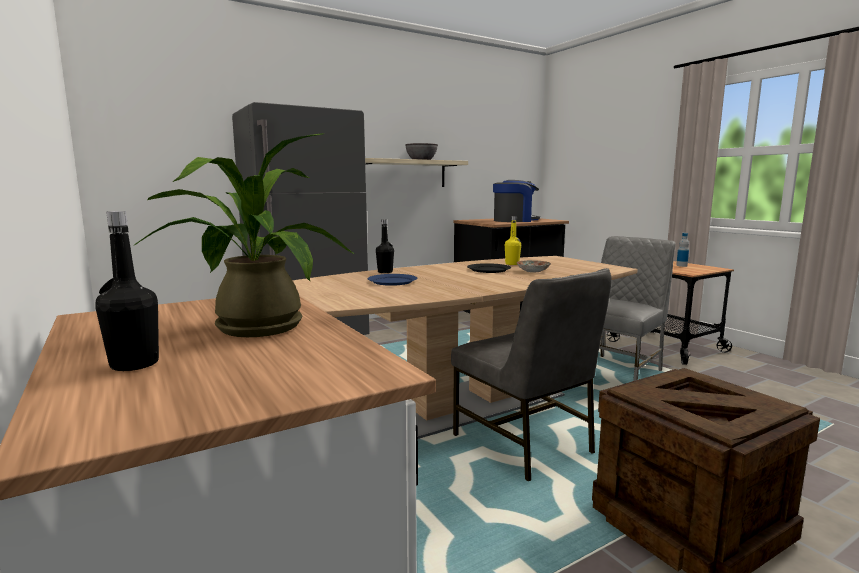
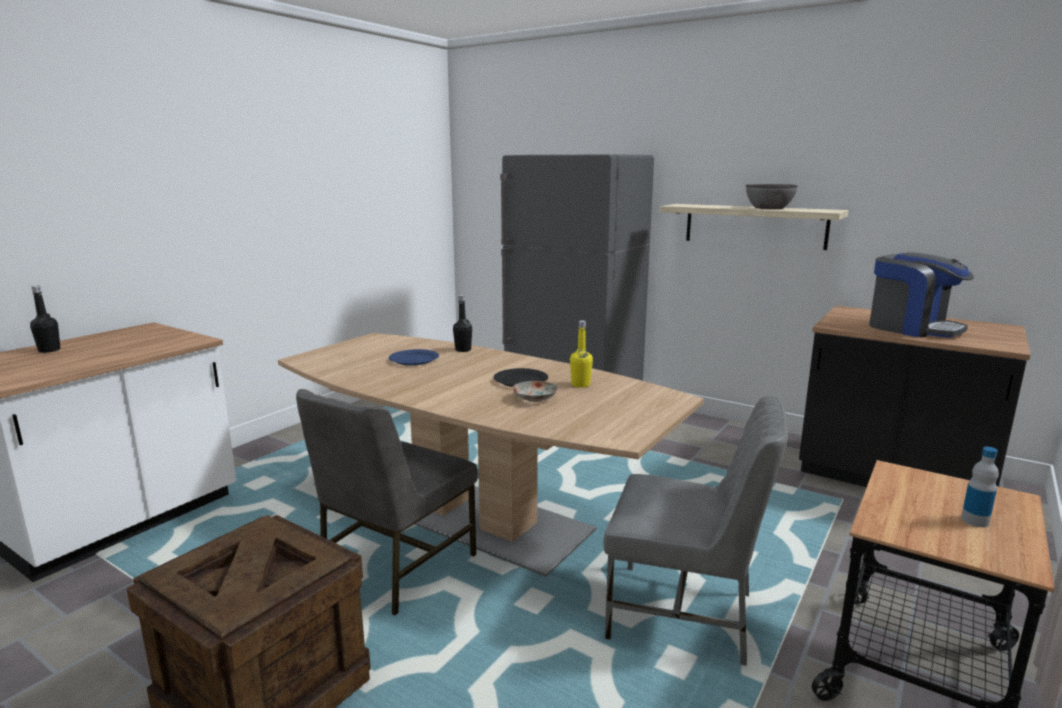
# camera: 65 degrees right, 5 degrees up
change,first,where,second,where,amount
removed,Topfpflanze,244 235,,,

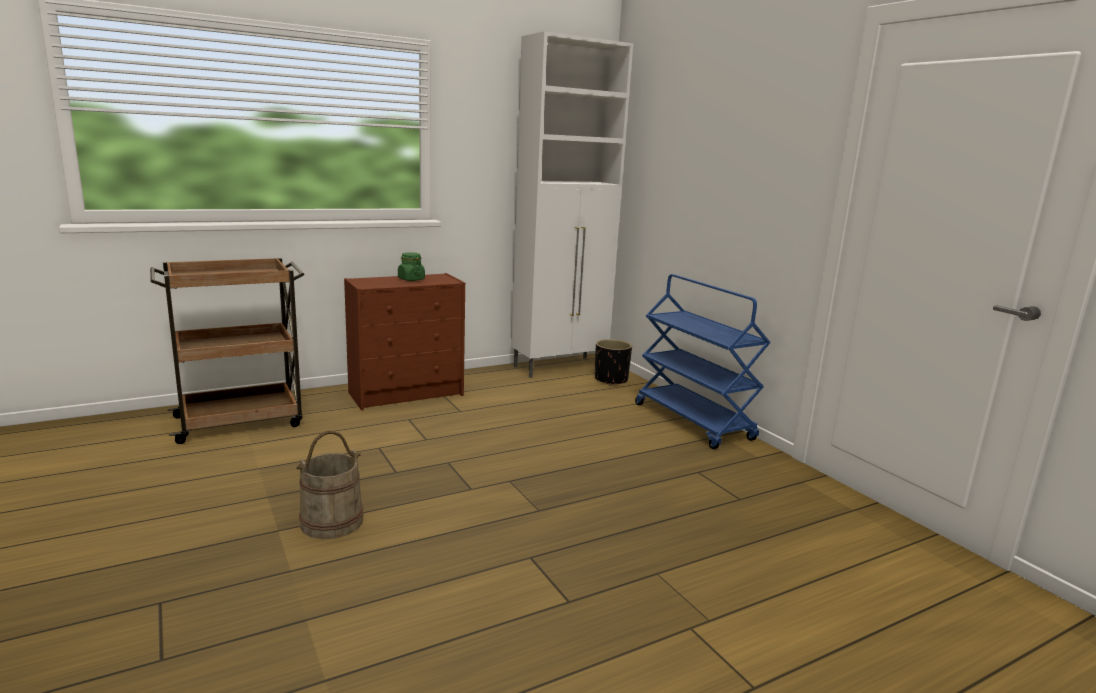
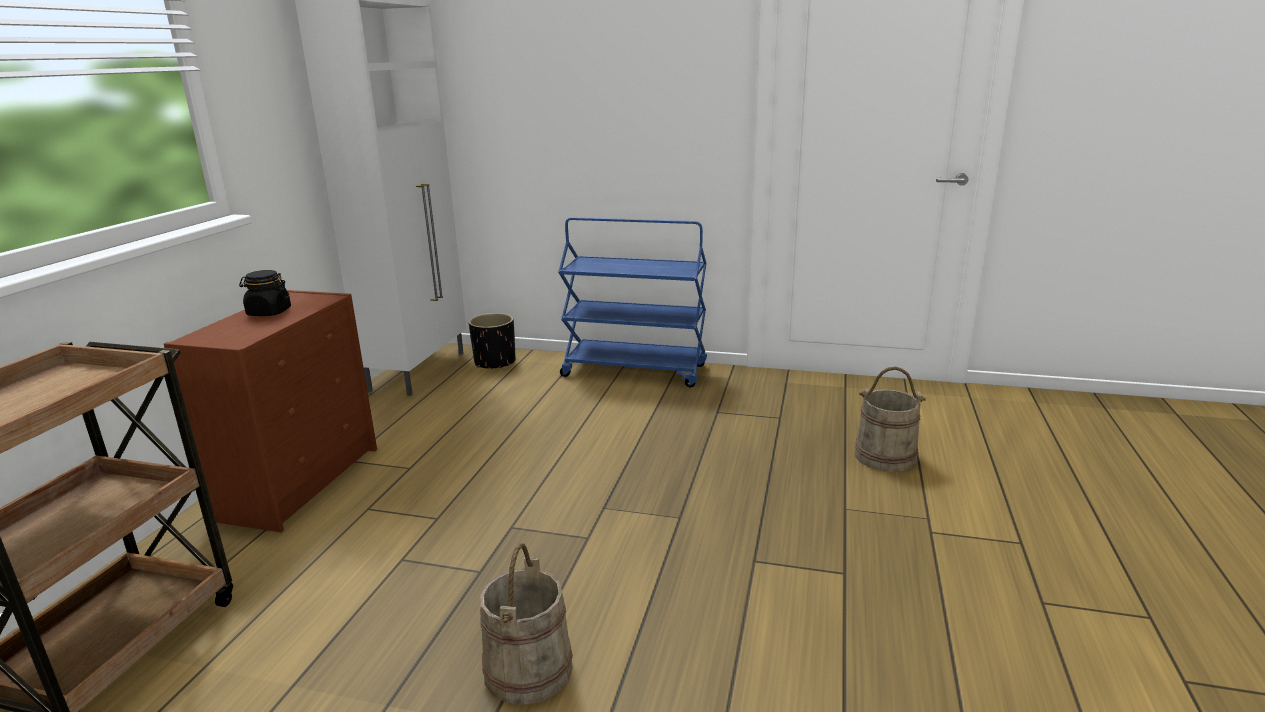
# camera: 45 degrees left, 5 degrees up
change,first,where,second,where,amount
recoloured,Vorratsglas (grün),411 266,Vorratsglas (schwarz),265 293,
added,,,Eimer (beige),891 419,

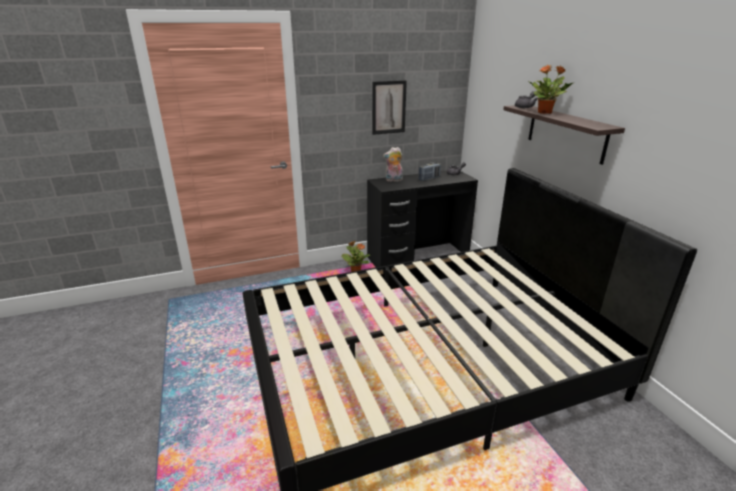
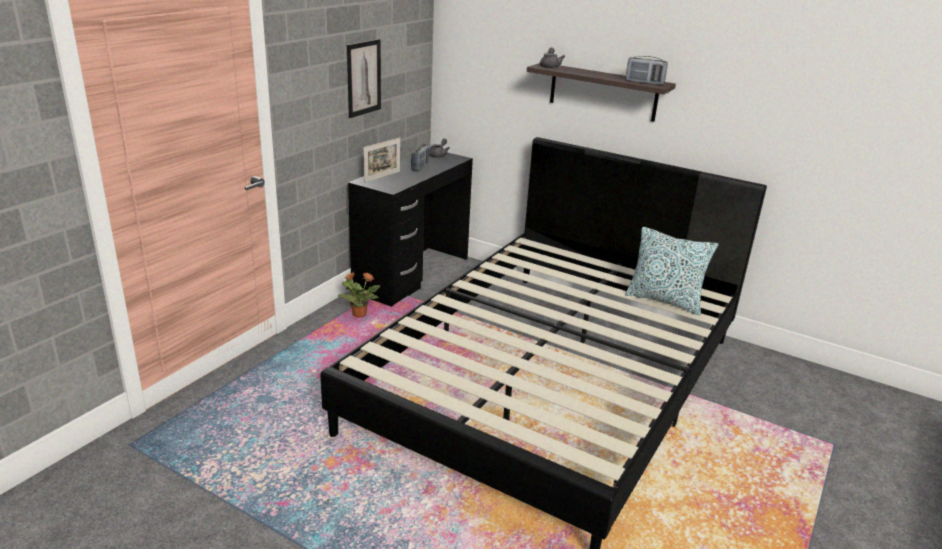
# camera: 40 degrees left, 0 degrees up
change,first,where,second,where,amount
replaced,Plüschtier,393 164,Bilderrahmen,381 160,
removed,Topfpflanze,550 89,,,
added,,,Radio,646 70,
added,,,Kissen,672 271,

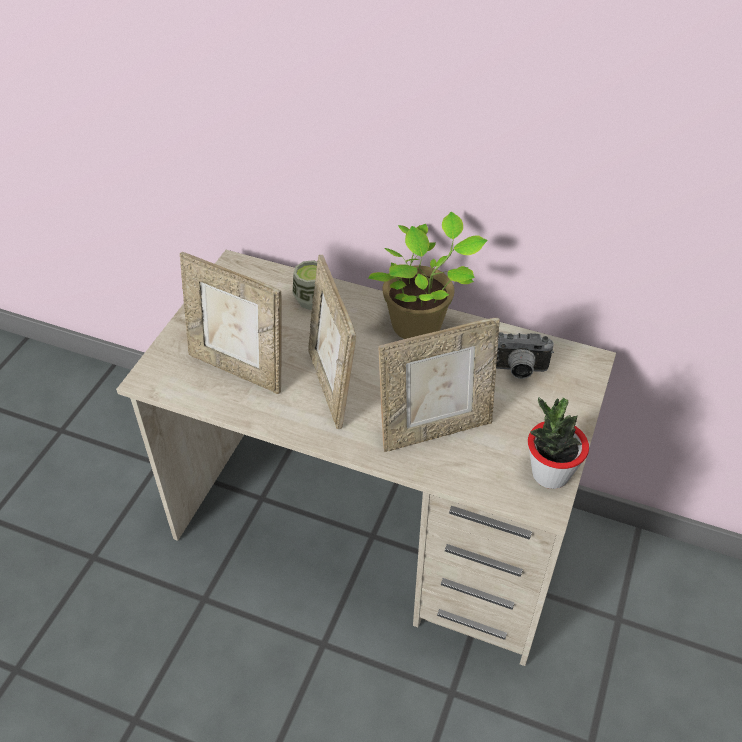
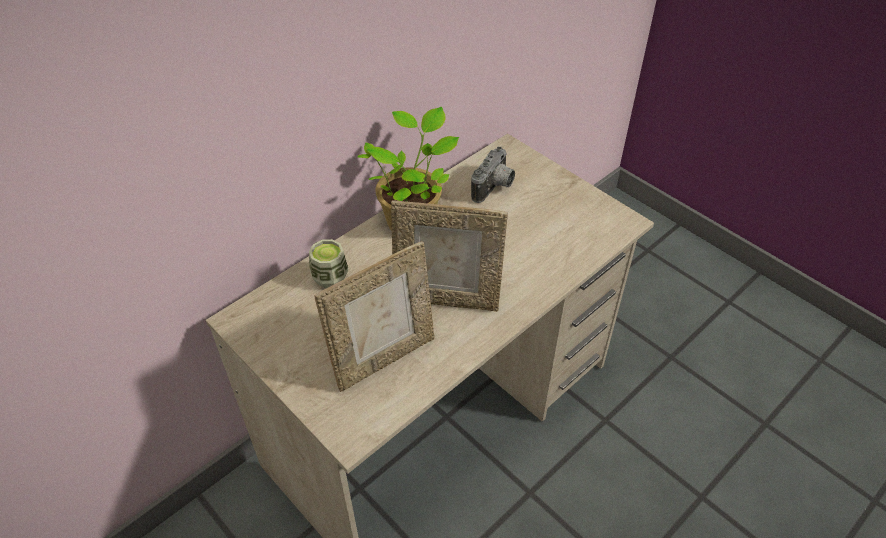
# camera: 65 degrees left, 0 degrees up
change,first,where,second,where,amount
removed,Bilderrahmen,439 385,,,
removed,Topfpflanze,558 443,,,

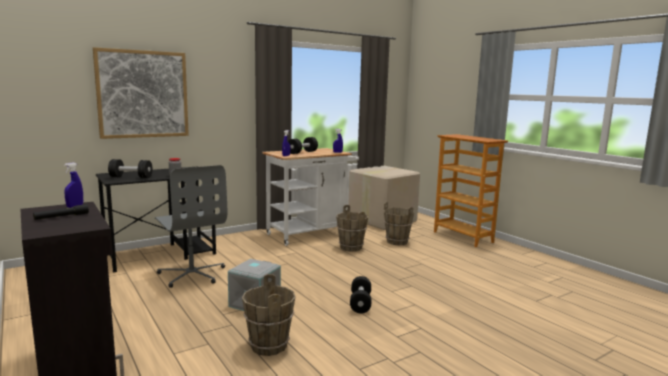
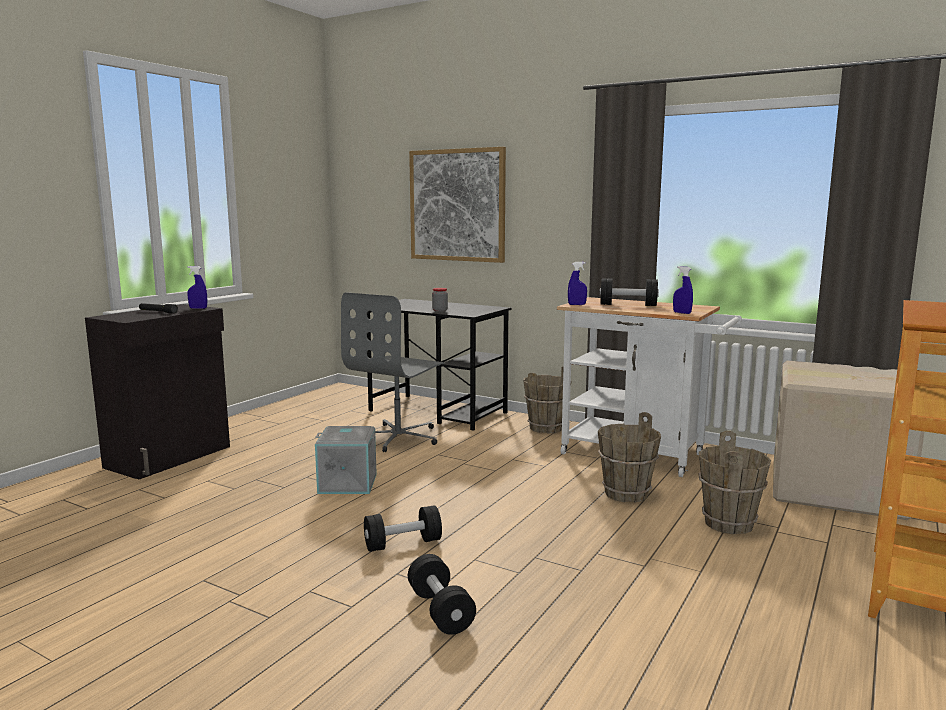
# camera: 65 degrees right, 0 degrees up
change,first,where,second,where,amount
moved,Hantel (schwarz),130 168,,442 594,
moved,Eimer (braun),268 315,,547 400,

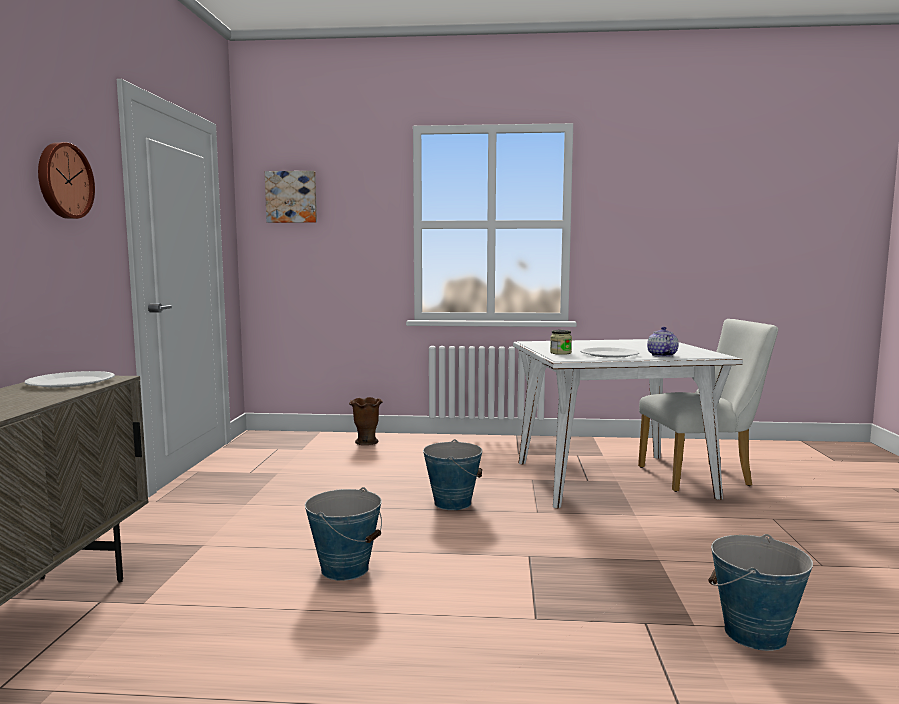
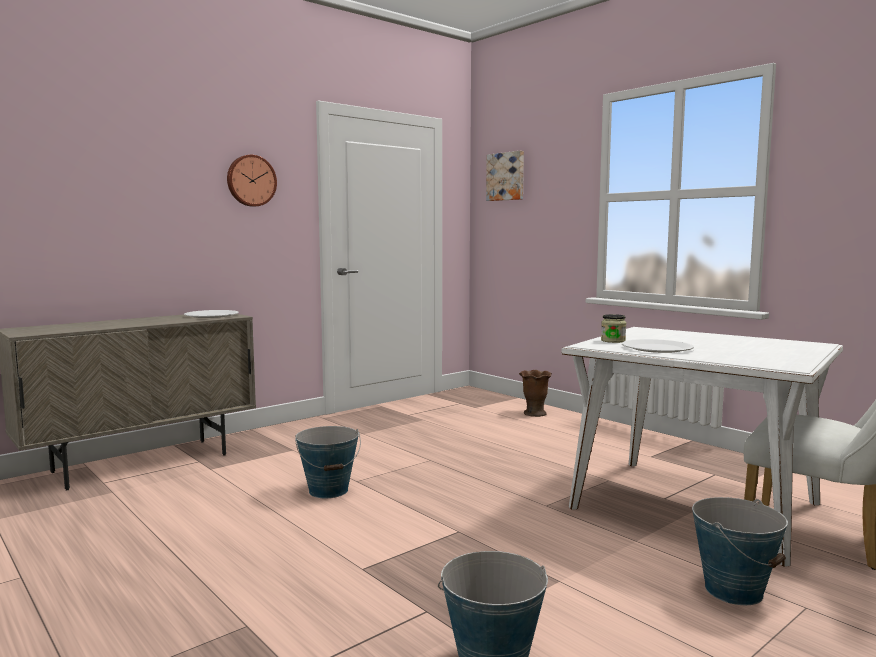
# camera: 45 degrees right, 0 degrees up
change,first,where,second,where,amount
moved,Eimer,453 474,,740 551,
removed,Teekanne,662 342,,,

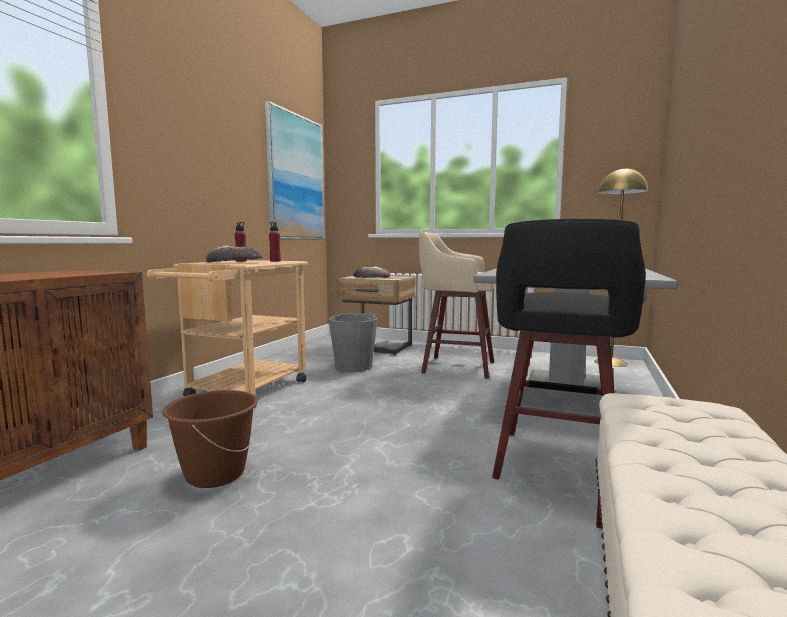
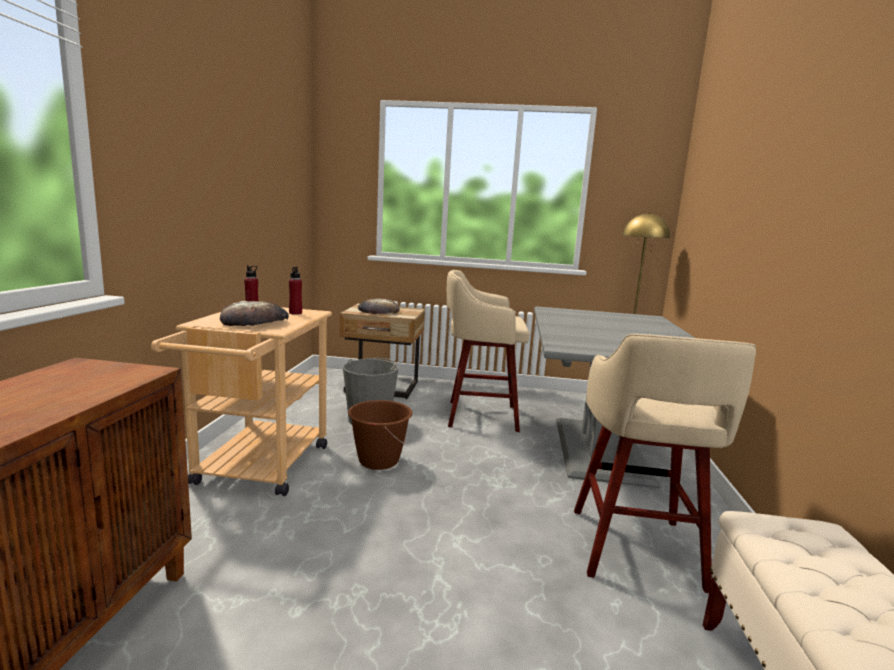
# camera: 15 degrees left, 5 degrees up
change,first,where,second,where,amount
moved,Eimer (braun),210 439,,380 435,
removed,Bild,295 170,,,
recoloured,Hocker (schwarz),569 349,Hocker (beige),665 463,

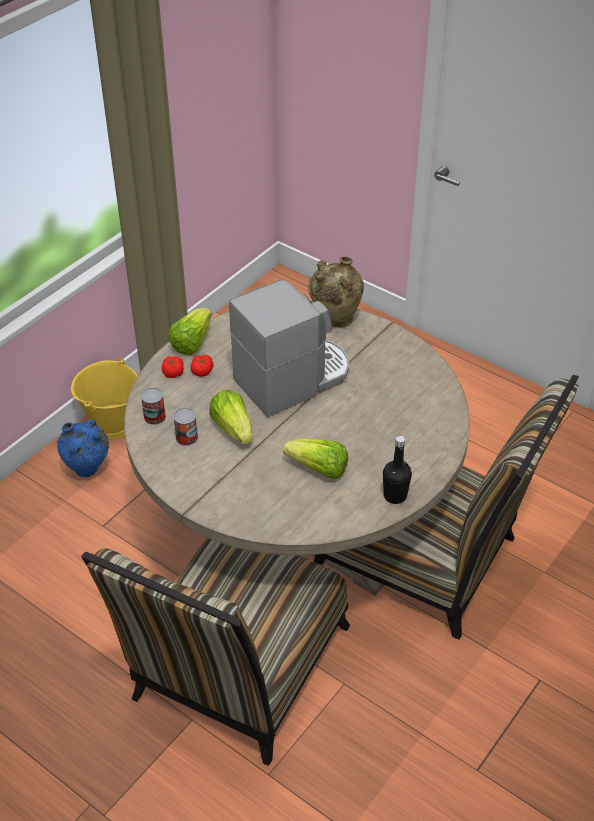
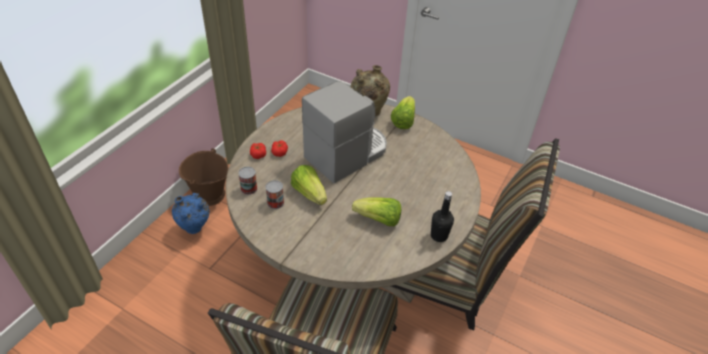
# camera: 10 degrees left, 0 degrees up
change,first,where,second,where,amount
recoloured,Eimer (gelb),104 399,Eimer (braun),204 177,
moved,Salatkopf,190 331,,403 112,

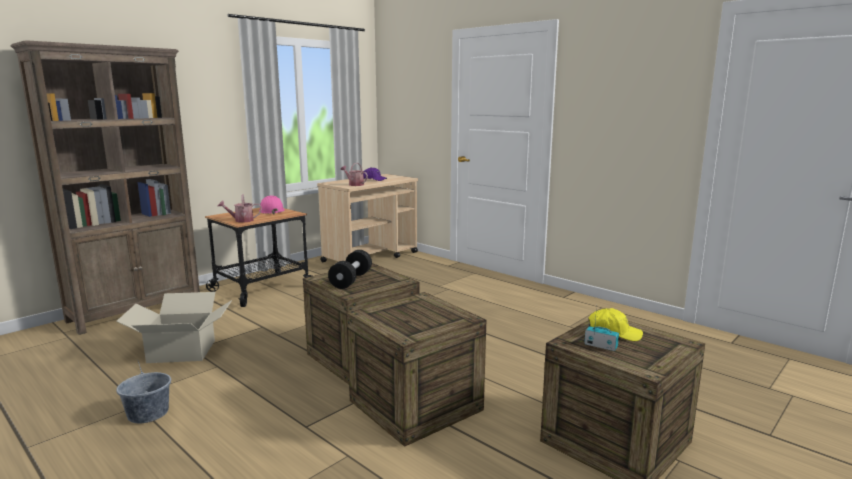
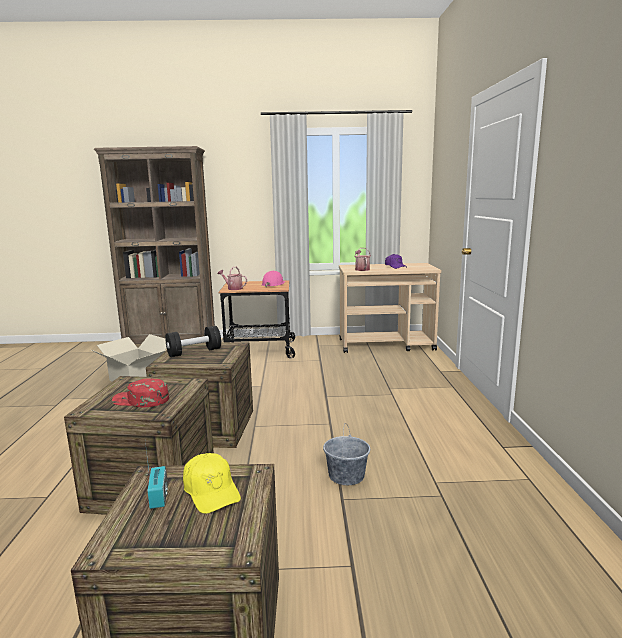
# camera: 45 degrees right, 0 degrees up
change,first,where,second,where,amount
moved,Eimer (grau),143 392,,346 454,
added,,,Kappe (rot),140 393,

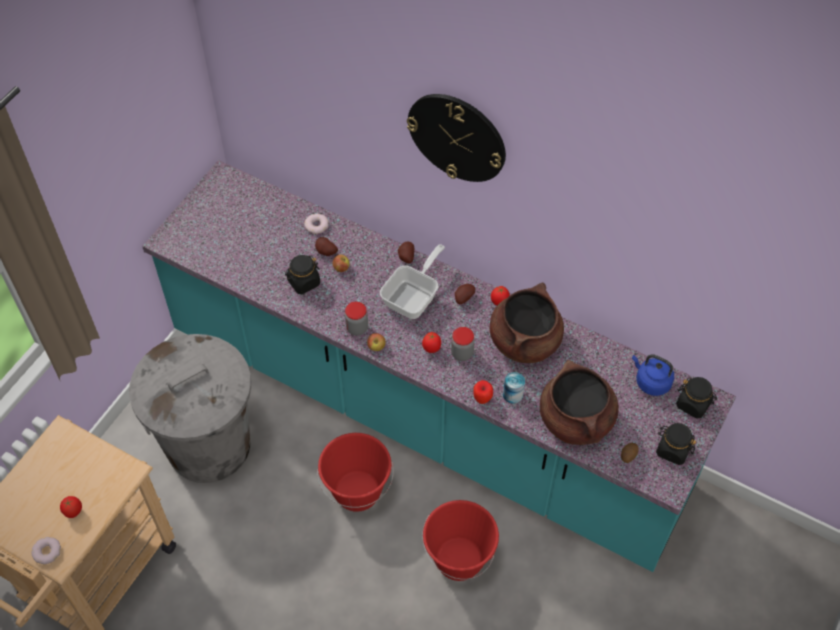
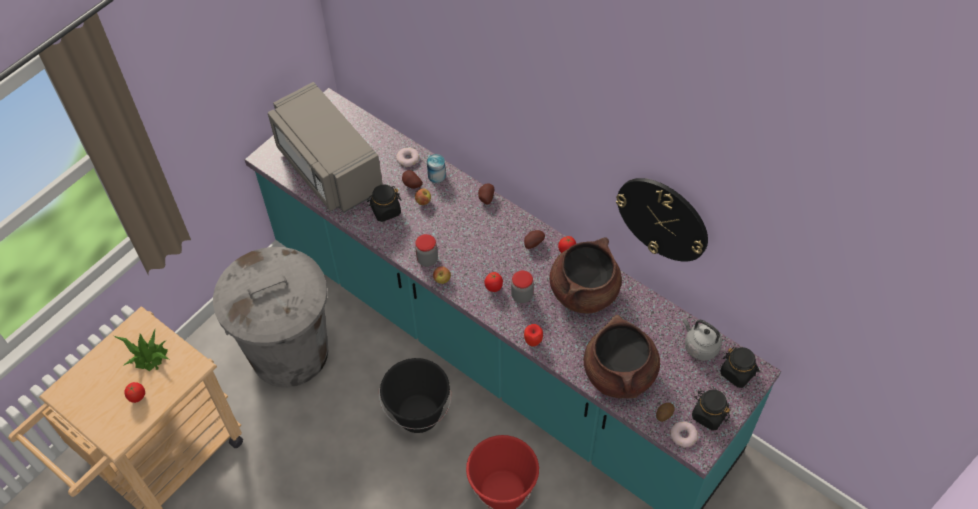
# camera: 10 degrees right, 0 degrees up
change,first,where,second,where,amount
moved,Donut,46 551,,684 434,
recoloured,Eimer (rot),355 472,Eimer (schwarz),415 395,
removed,Pfanne,412 282,,,
moved,Wanduhr,456 138,,662 220,
moved,Dose,514 388,,436 168,
recoloured,Wasserkessel (blau),653 375,Wasserkessel (grau),702 339,
added,,,Topfpflanze,141 350,
added,,,Mikrowelle (grau),325 147,

